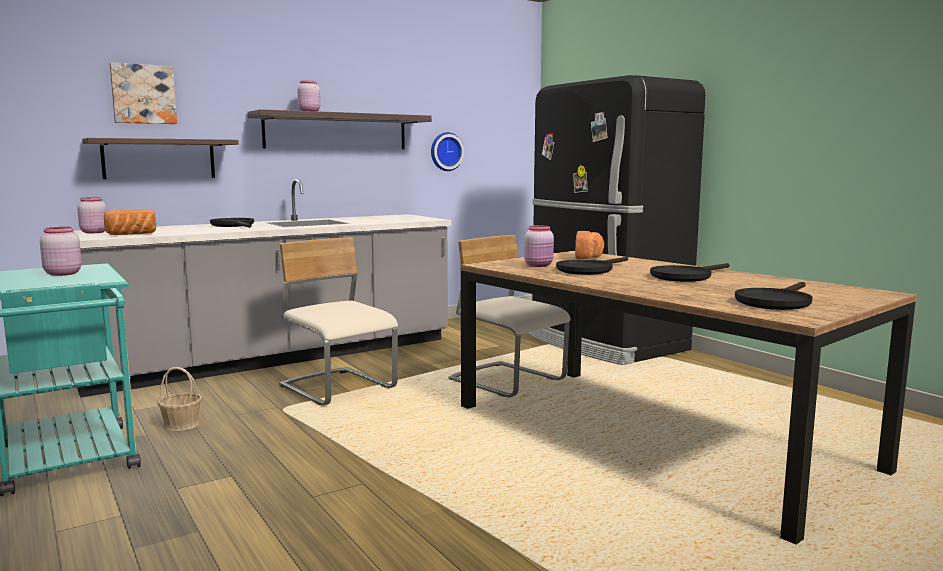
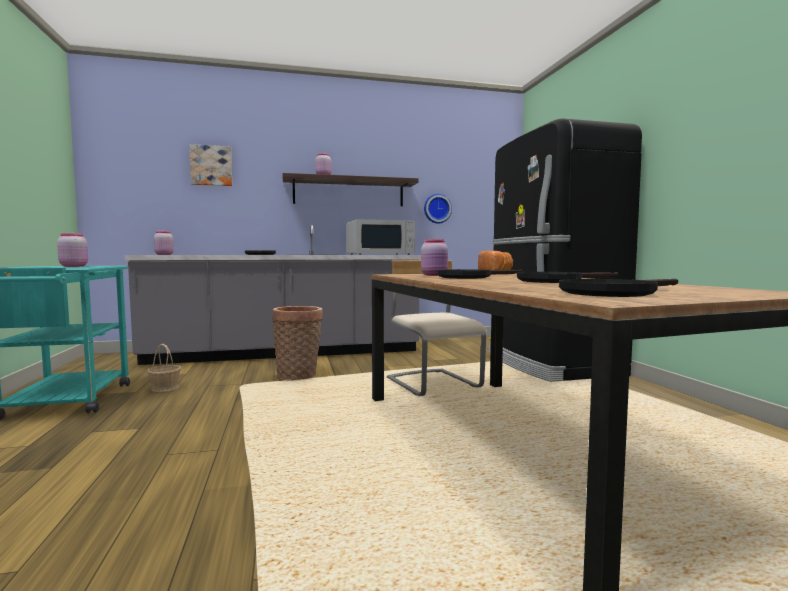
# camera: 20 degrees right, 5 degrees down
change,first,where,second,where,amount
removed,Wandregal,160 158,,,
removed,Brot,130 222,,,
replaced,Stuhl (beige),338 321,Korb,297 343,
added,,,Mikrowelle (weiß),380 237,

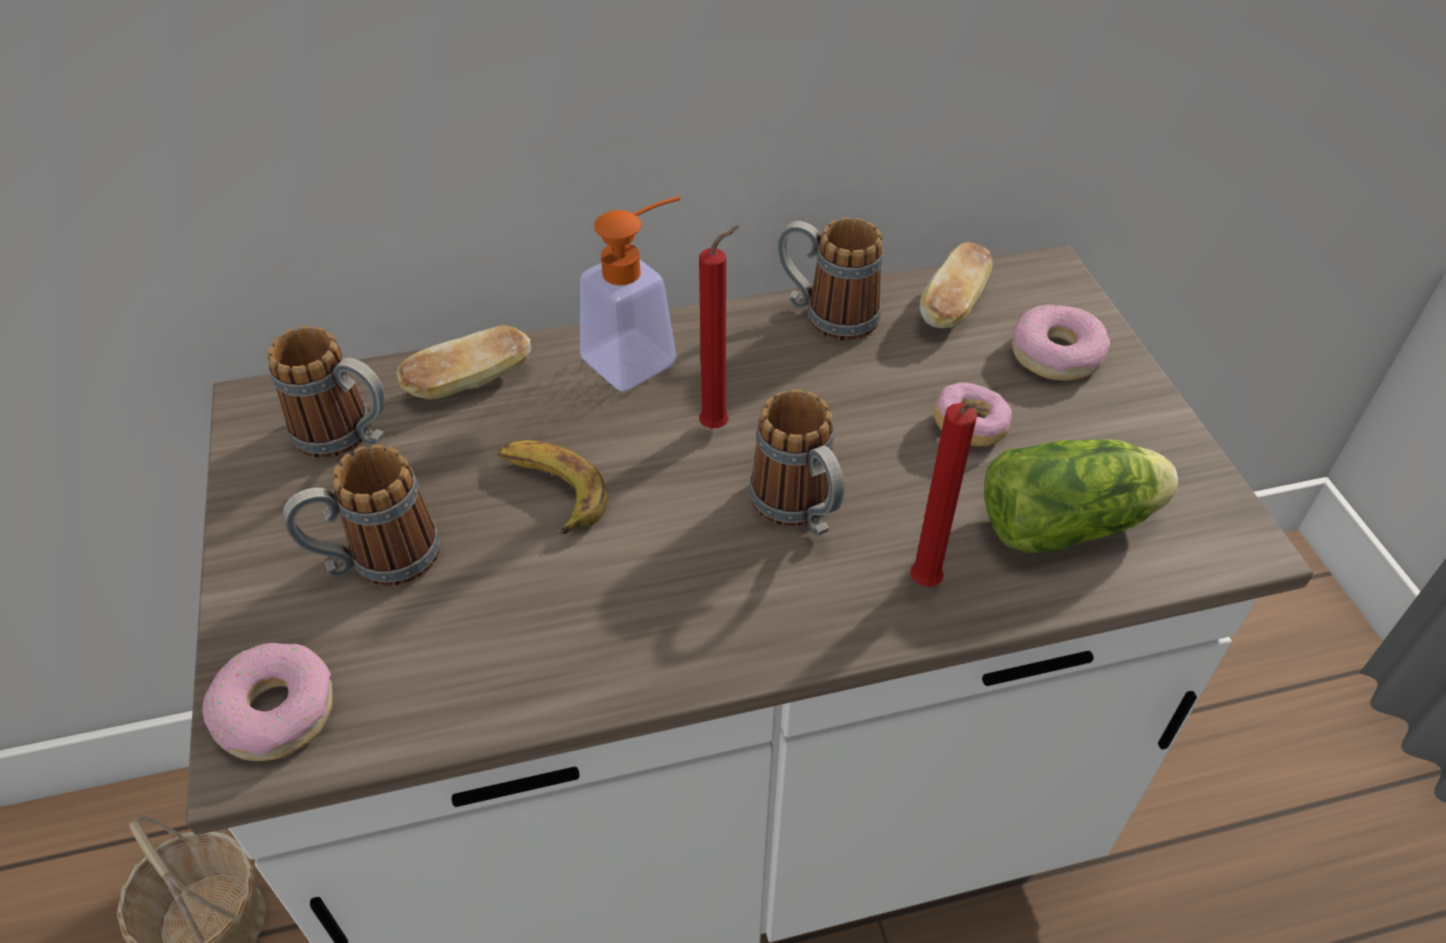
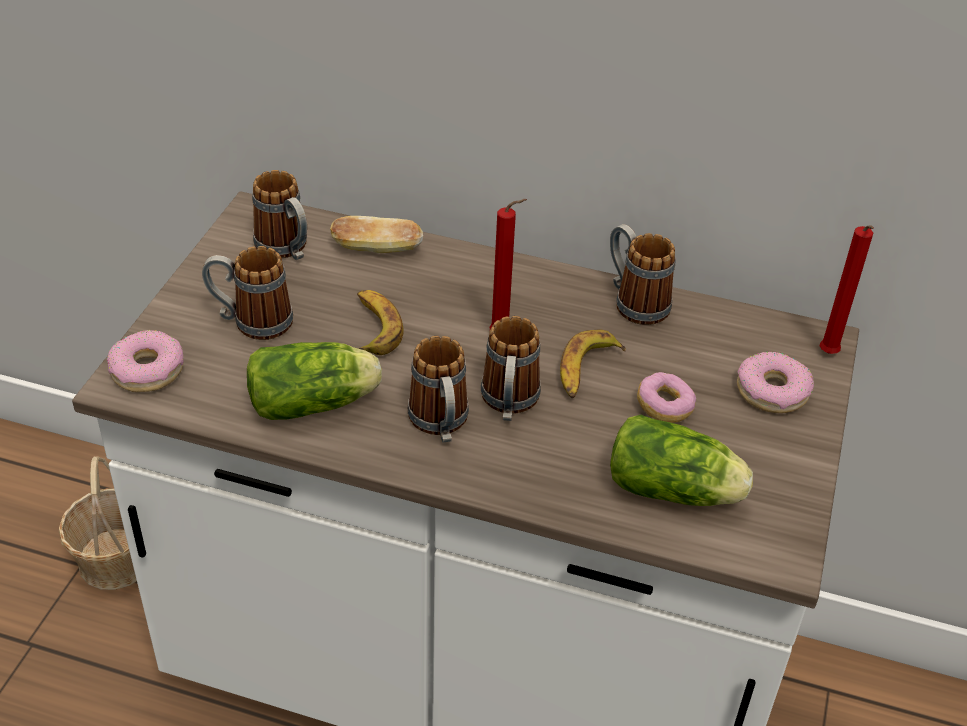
# camera: 30 degrees right, 5 degrees down
change,first,where,second,where,amount
removed,Seifenspender,630 293,,,
moved,Kerze (rot),949 495,,846 289,
removed,Brot,956 285,,,
added,,,Salatkopf,314 381,
added,,,Henkelbecher,438 389,
added,,,Banane,593 364,

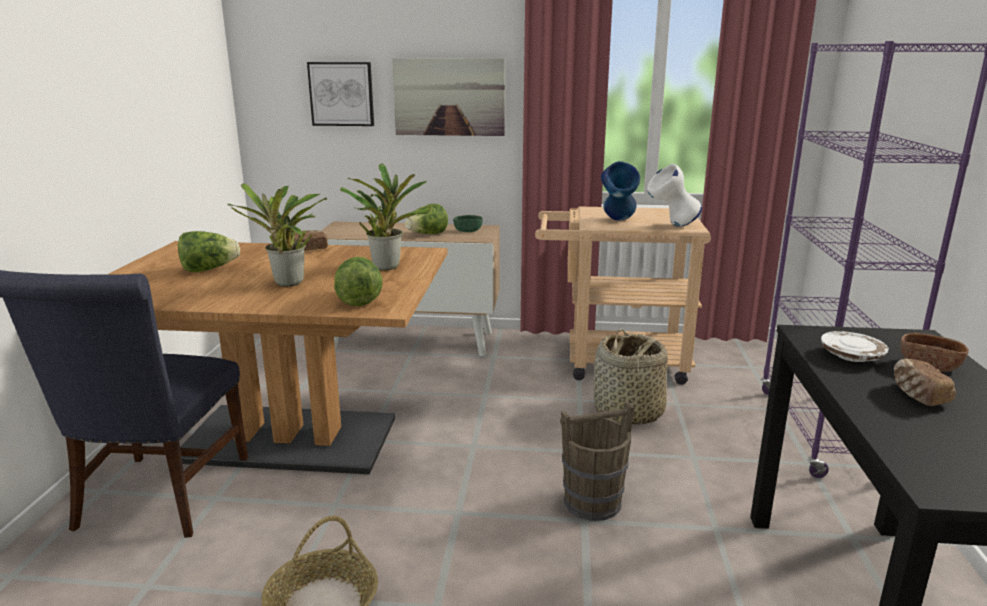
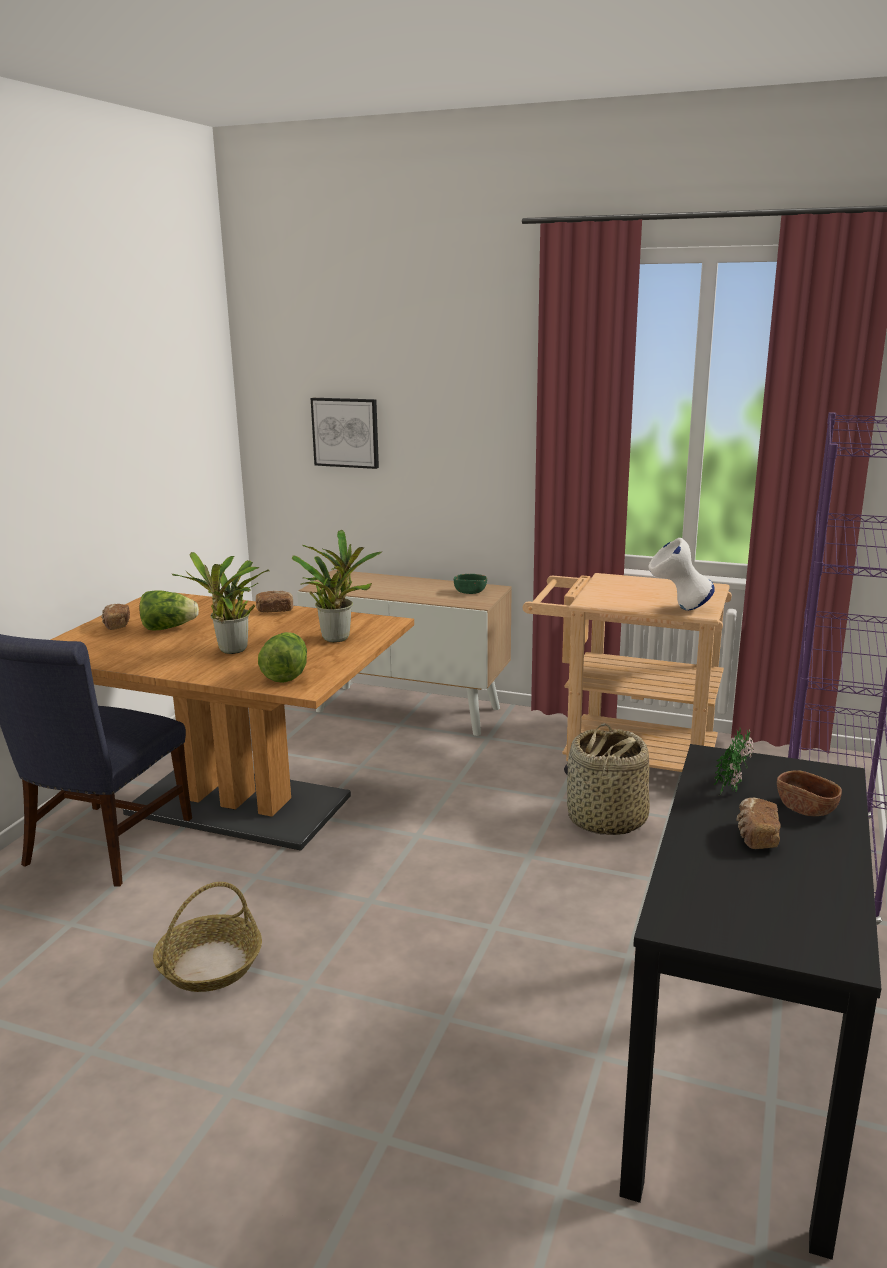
# camera: 15 degrees right, 0 degrees up
change,first,where,second,where,amount
removed,Bild,448 97,,,
removed,Salatkopf,426 219,,,
removed,Eimer (braun),597 461,,,
removed,Vase (blau),620 191,,,
replaced,Teller (weiß),855 346,Topfpflanze,734 761,
added,,,Brot,115 617,

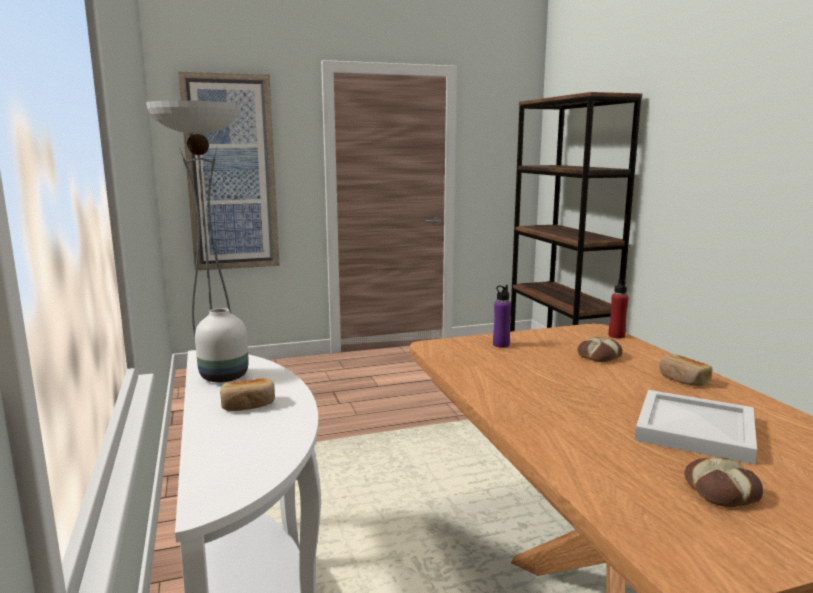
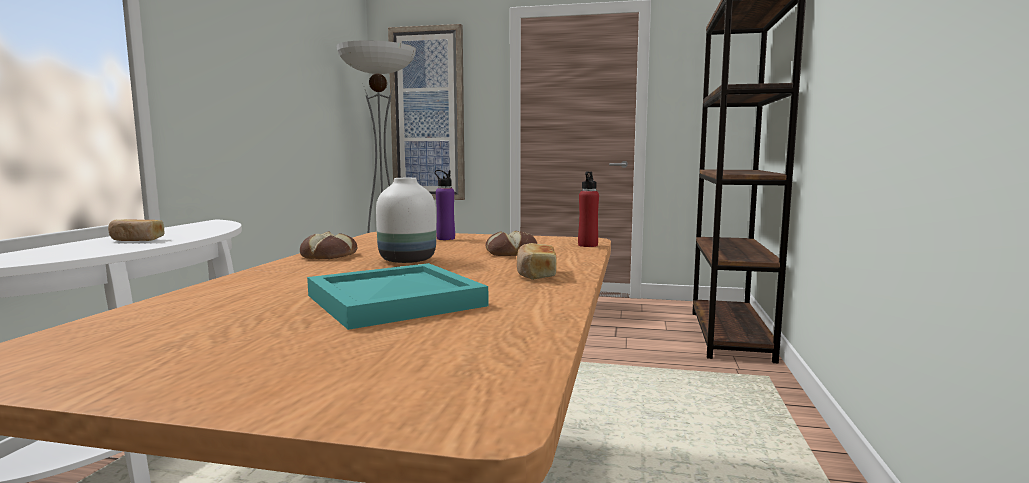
# camera: 30 degrees right, 5 degrees down
change,first,where,second,where,amount
moved,Vase (weiß),222 345,,406 220,
recoloured,Tablett (weiß),696 427,Tablett (türkis),397 296,
moved,Brot,723 482,,328 245,

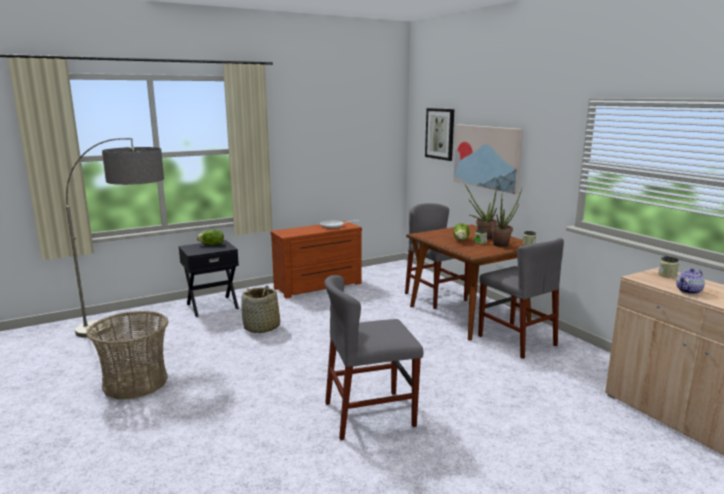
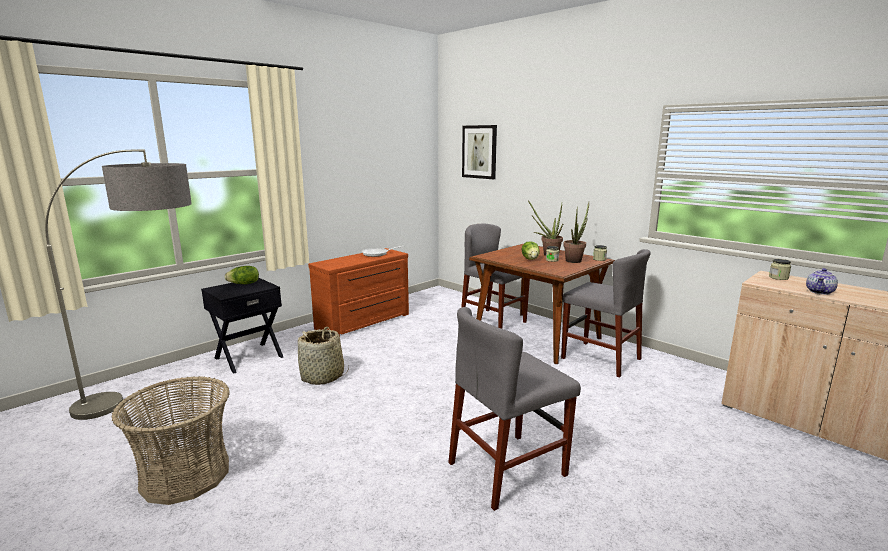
# camera: 15 degrees left, 0 degrees up
change,first,where,second,where,amount
removed,Bild,488 159,,,

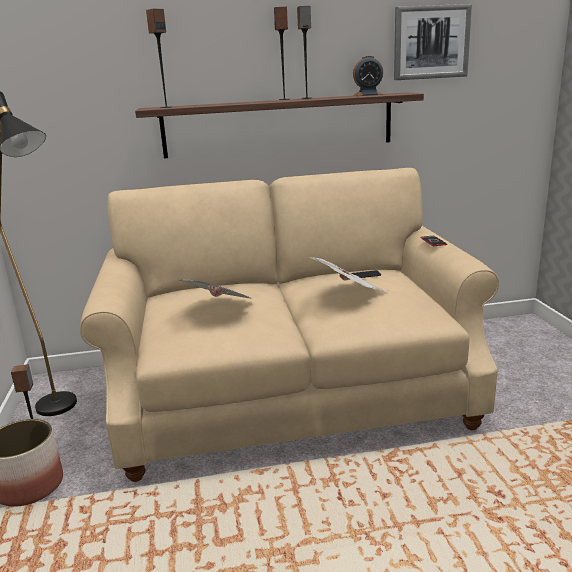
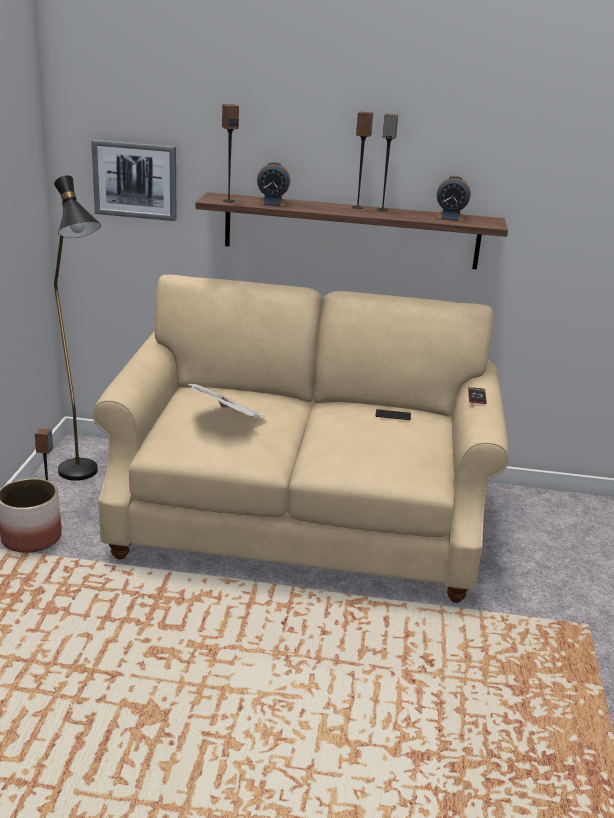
# camera: 15 degrees right, 5 degrees up
change,first,where,second,where,amount
removed,Zeitung,349 274,,,
moved,Bild,433 42,,134 180,
added,,,Wecker,273 184,

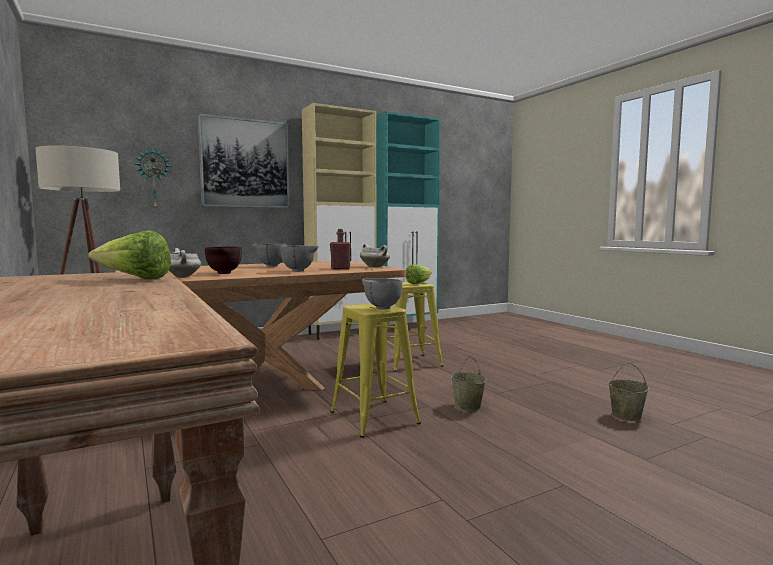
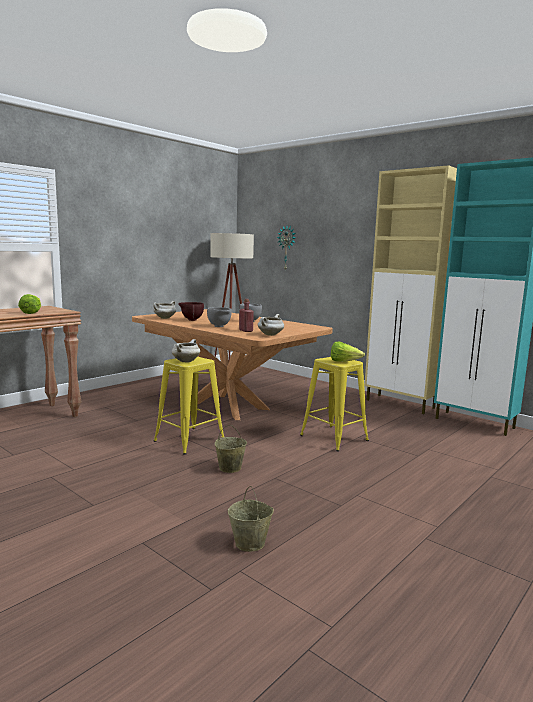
# camera: 70 degrees right, 5 degrees up
change,first,where,second,where,amount
removed,Bild,244 160,,,
replaced,Schüssel (grau),382 294,Kochtopf (weiß),186 350,

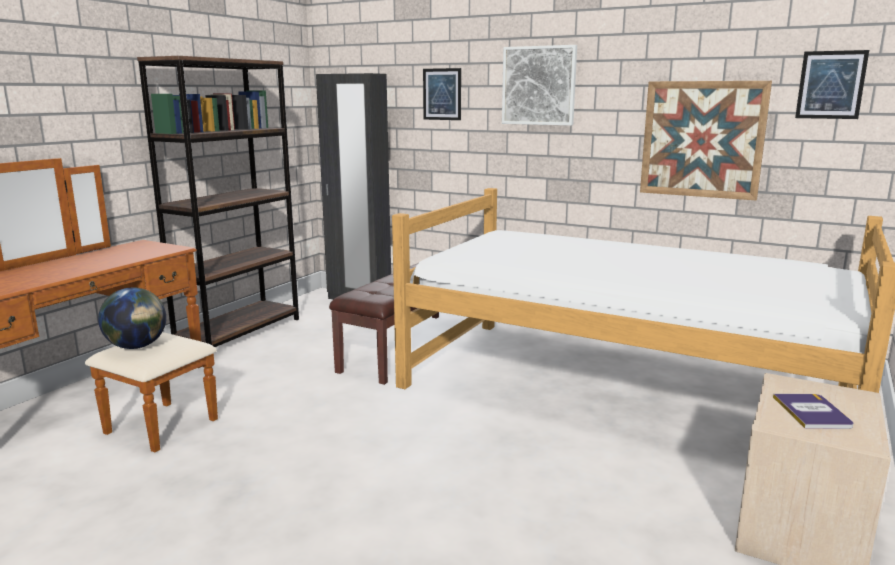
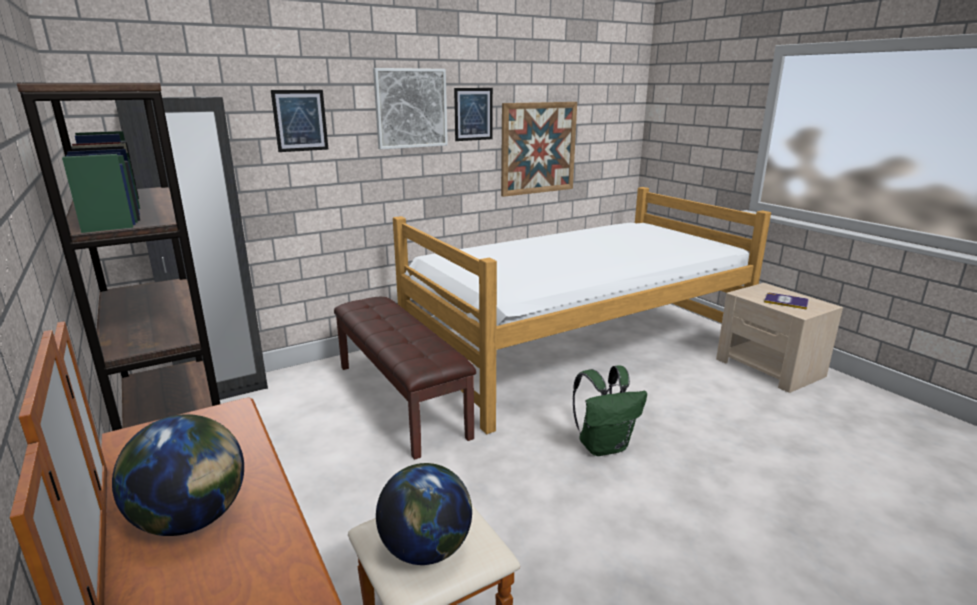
# camera: 60 degrees left, 5 degrees up
change,first,where,second,where,amount
moved,Bild,832 84,,473 114,
added,,,Globus,178 475,
added,,,Rucksack (grün),610 410,

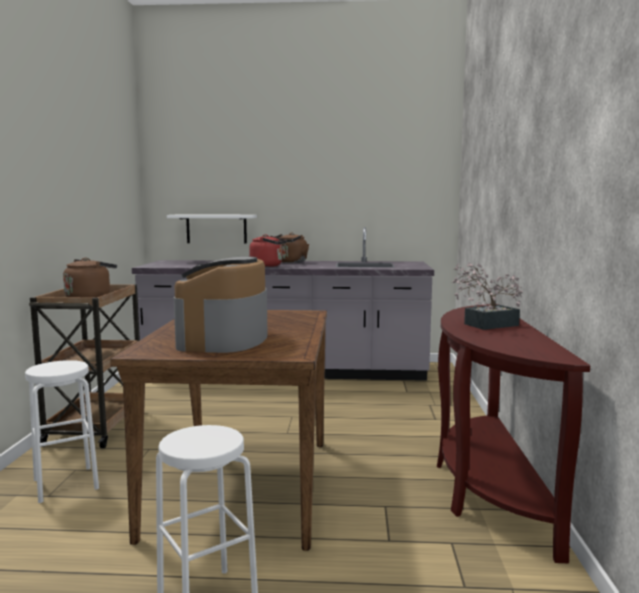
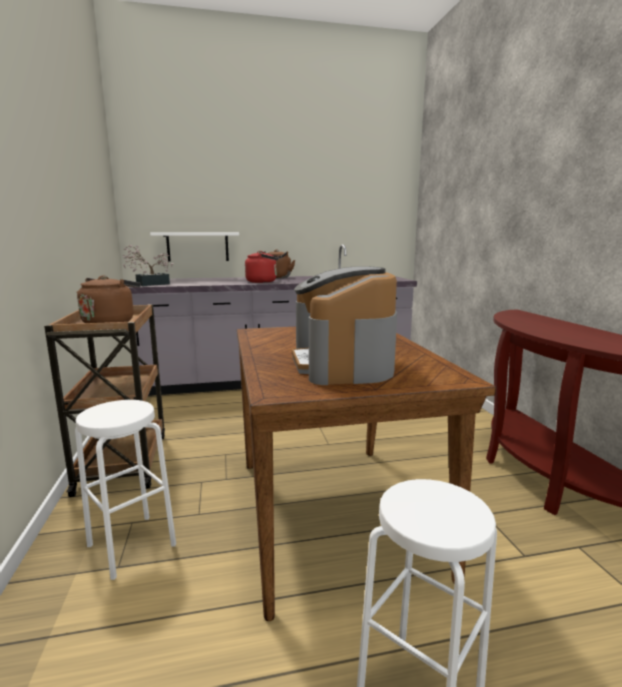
# camera: 15 degrees left, 5 degrees up
change,first,where,second,where,amount
moved,Topfpflanze,487 296,,148 265,

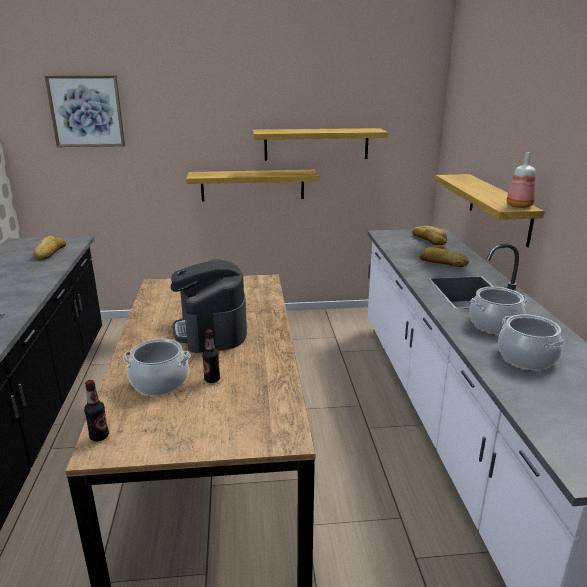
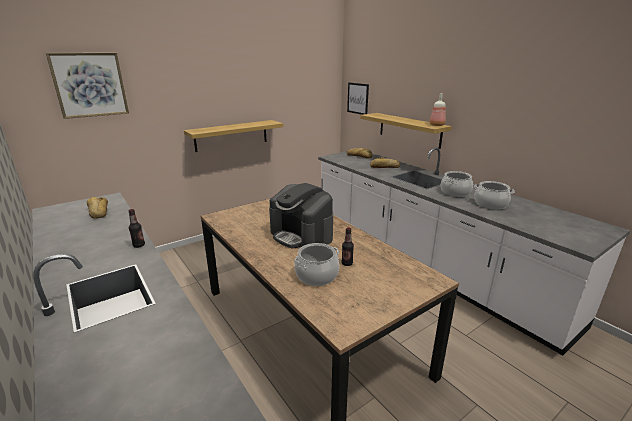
# camera: 30 degrees left, 0 degrees up
change,first,where,second,where,amount
moved,Flasche,96 410,,137 228,
removed,Wandregal,320 144,,,
added,,,Bild,358 99,

